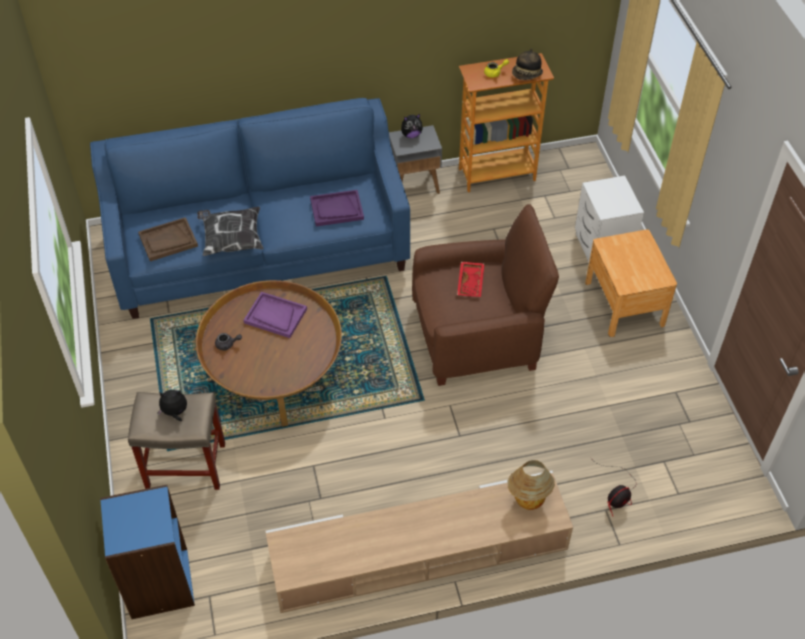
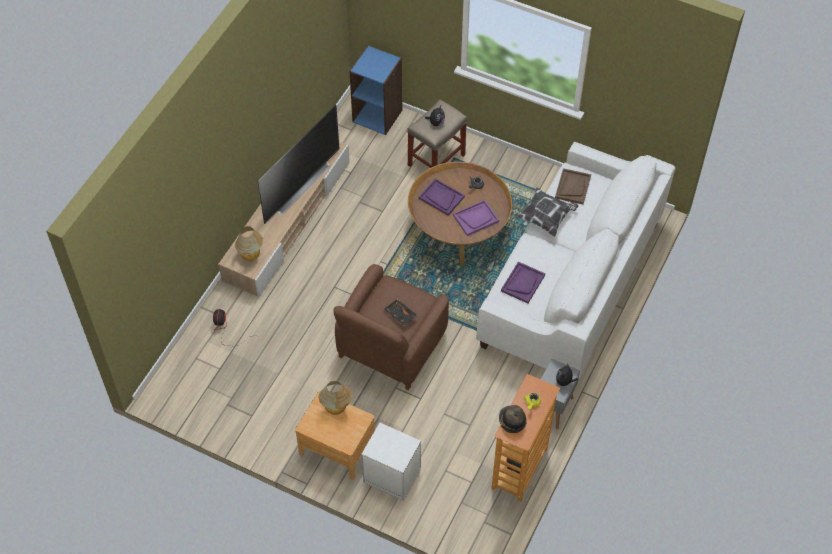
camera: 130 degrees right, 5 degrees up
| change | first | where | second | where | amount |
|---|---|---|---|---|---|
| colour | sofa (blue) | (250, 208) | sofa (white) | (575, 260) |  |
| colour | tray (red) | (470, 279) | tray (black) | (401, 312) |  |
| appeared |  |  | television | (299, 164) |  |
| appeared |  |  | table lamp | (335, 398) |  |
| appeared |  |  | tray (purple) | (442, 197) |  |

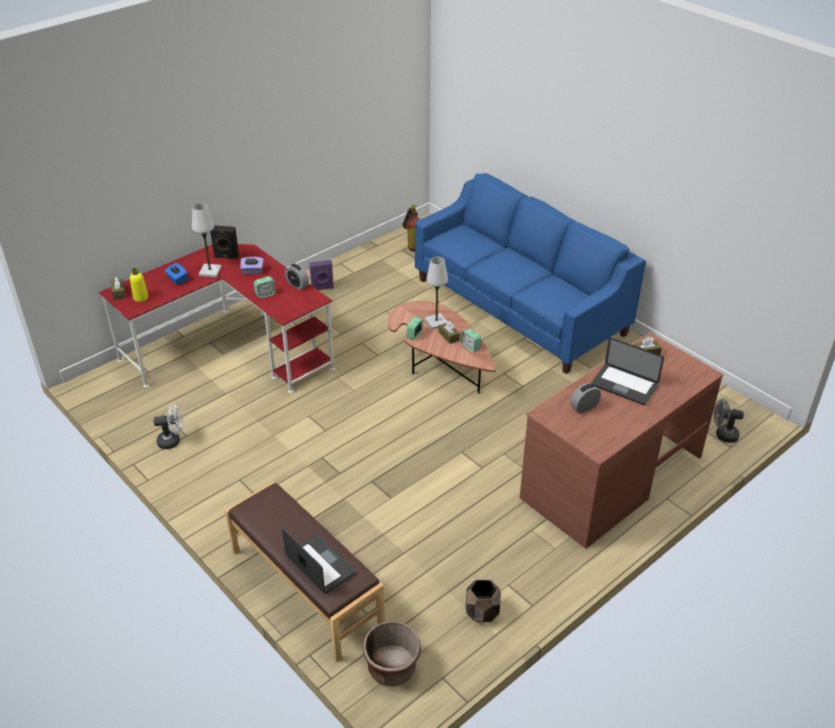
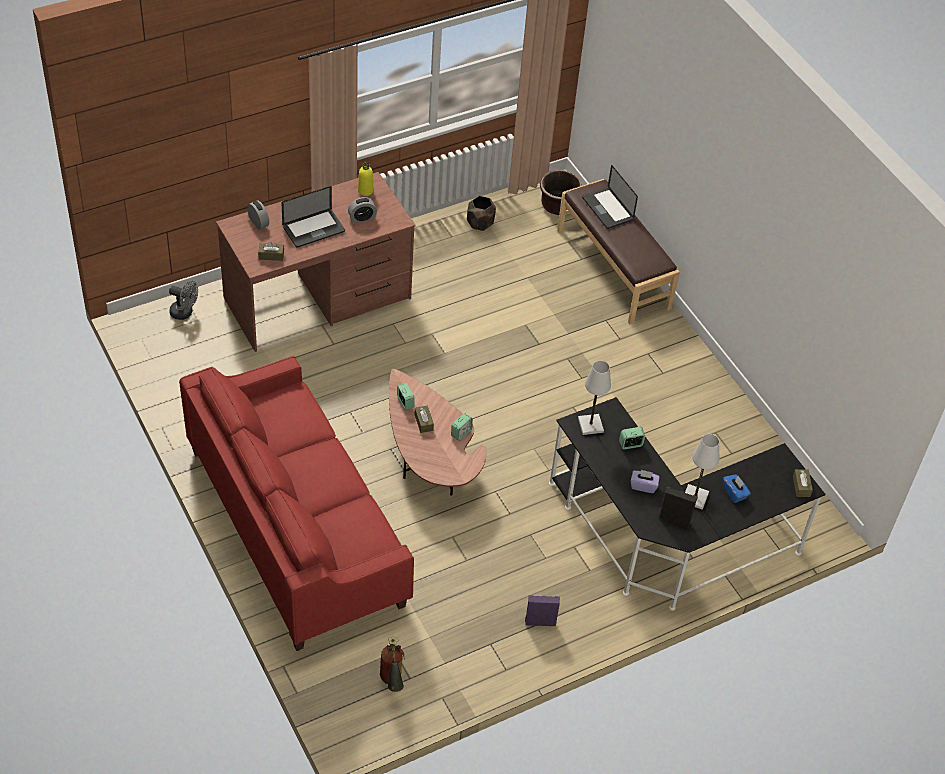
camera: 170 degrees left, 10 degrees up
| change | first | where | second | where | amount |
|---|---|---|---|---|---|
| colour | desk (red) | (217, 318) | desk (black) | (687, 504) |  |
| relocated | bottle (yellow) | (139, 285) |  | (365, 179) |  |
| missing | fan (white) | (168, 426) |  |  |  |
| relocated | alarm clock | (297, 277) |  | (258, 215) |  |
| colour | sofa (blue) | (530, 273) | sofa (red) | (296, 503) |  |
| relocated | table lamp (white) | (436, 293) |  | (594, 398) |  |
| spun | laptop | (627, 371) |  | (313, 217) | 105 degrees clockwise |

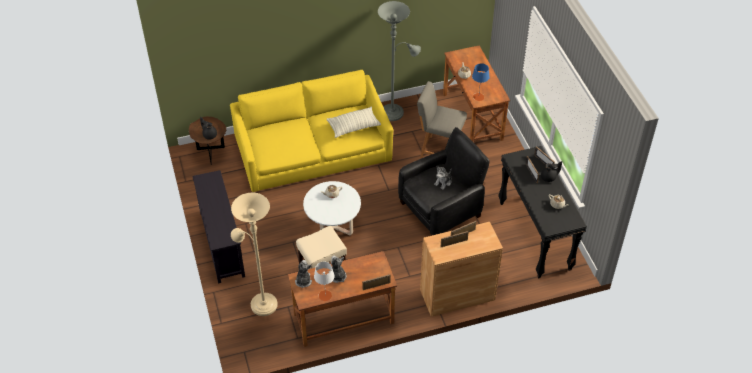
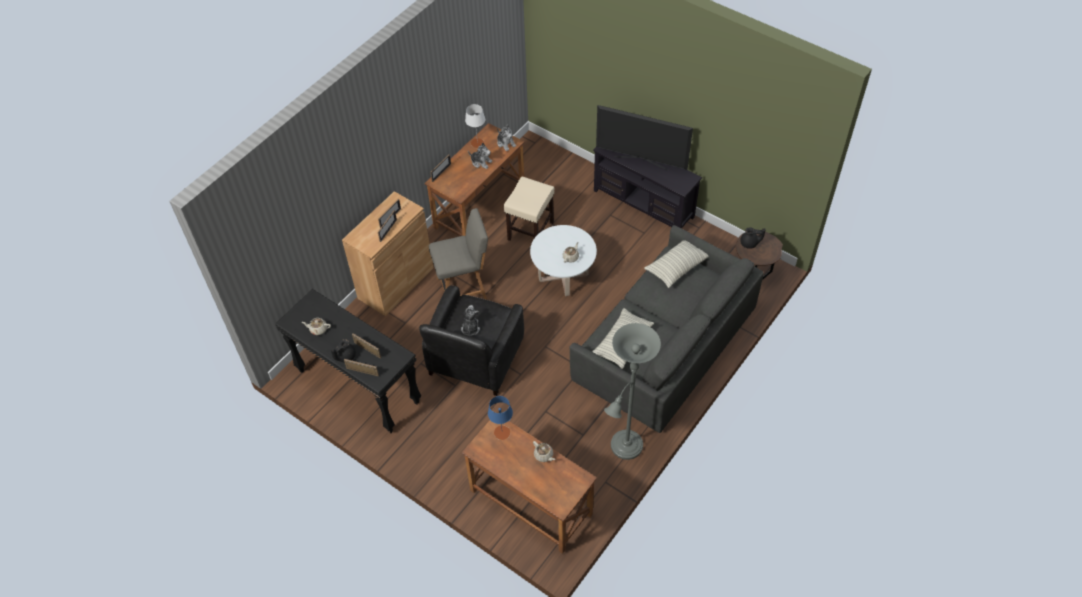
camera: 145 degrees right, 5 degrees up
| change | first | where | second | where | amount |
|---|---|---|---|---|---|
| colour | sofa (yellow) | (311, 131) | sofa (grey) | (666, 329) |  |
| missing | floor lamp (beige) | (254, 254) |  |  |  |
| relocated | chair (grey) | (442, 120) |  | (458, 254) |  |
| appeared |  |  | television | (644, 137) |  |
| appeared |  |  | pillow | (676, 264) |  |

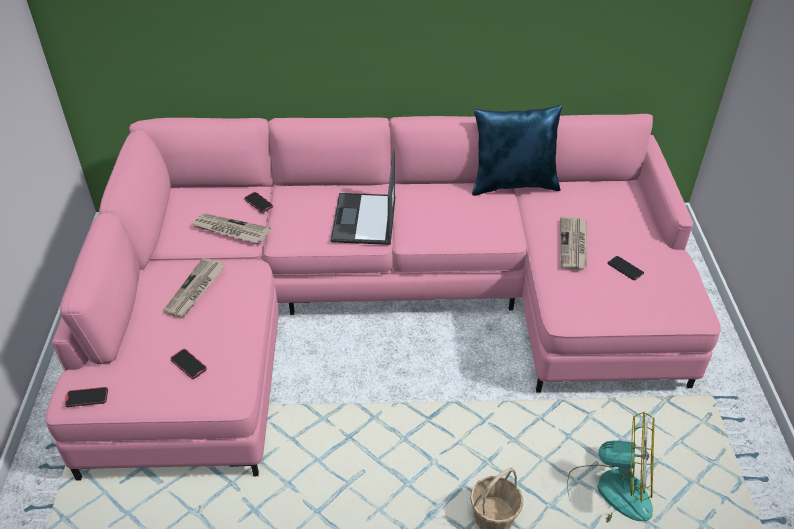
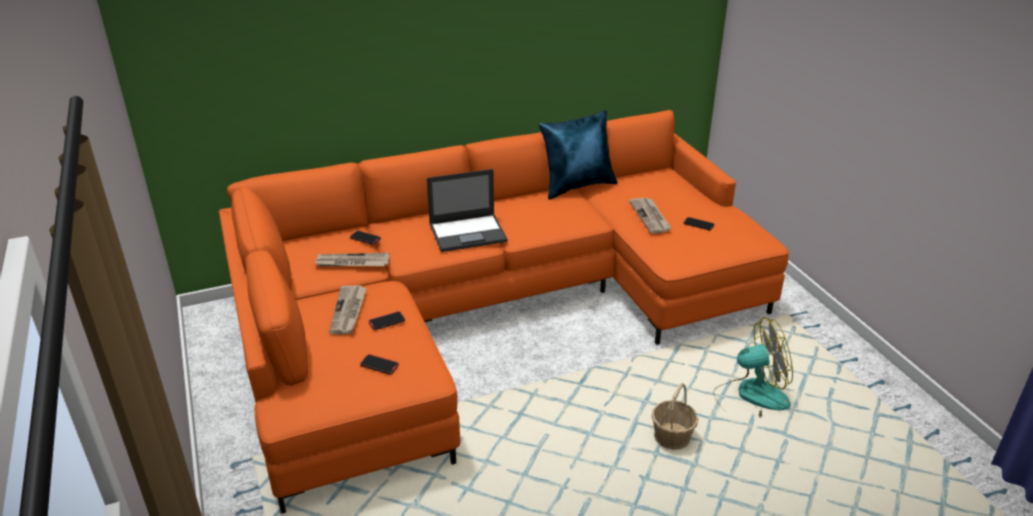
camera: 20 degrees left, 10 degrees down
| change | first | where | second | where | amount |
|---|---|---|---|---|---|
| colour | sofa (pink) | (383, 297) | sofa (orange) | (504, 312) |  |
| relocated | phone | (86, 397) |  | (387, 320) |  |
| spun | laptop | (362, 197) |  | (467, 210) | 90 degrees counterclockwise |

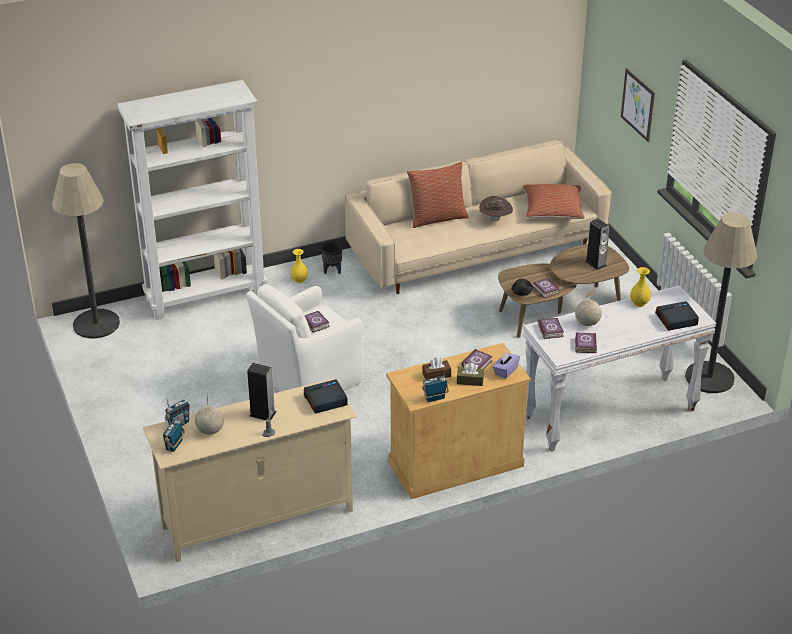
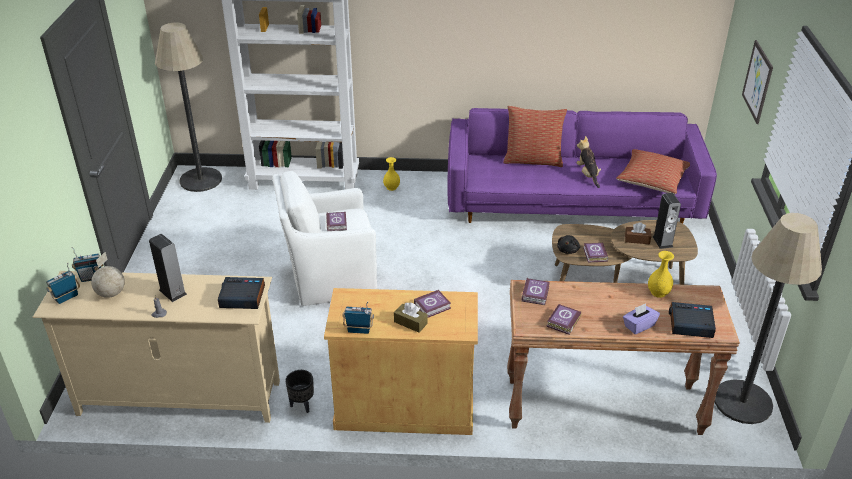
camera: 25 degrees right, 0 degrees up
| change | first | where | second | where | amount |
|---|---|---|---|---|---|
| relocated | planter (black) | (331, 258) |  | (299, 391) |  |
| colour | sofa (beige) | (478, 217) | sofa (purple) | (582, 166) |  |
| relocated | tissue box (brown) | (436, 368) |  | (638, 233) |  |
| exchanged | hat (brown) | (496, 208) | plush toy | (589, 162) |  |
| relocated | tissue box (purple) | (506, 364) |  | (641, 318) |  |
| colour | console table (white) | (619, 368) | console table (brown) | (623, 357) |  |
| missing | globe | (588, 307) |  |  |  |

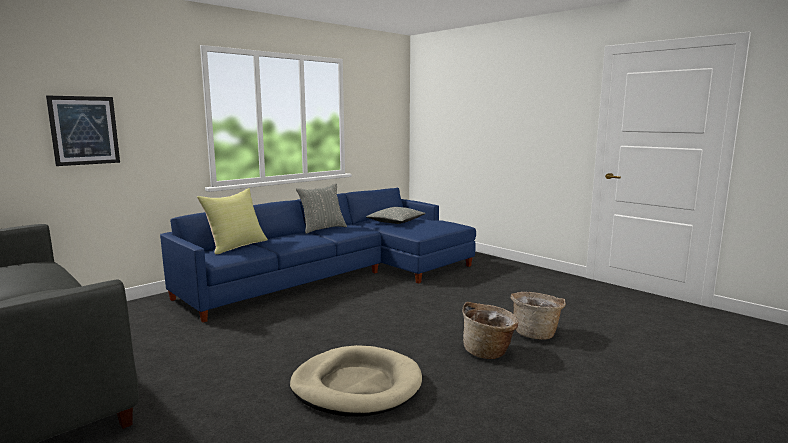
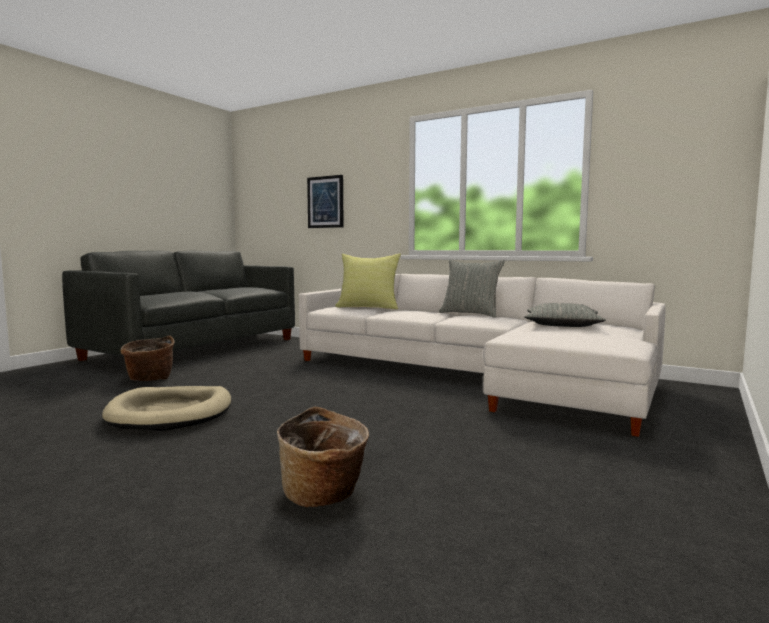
camera: 75 degrees right, 5 degrees down
| change | first | where | second | where | amount |
|---|---|---|---|---|---|
| colour | sofa (blue) | (318, 255) | sofa (white) | (482, 355) |  |
| relocated | basket | (490, 330) |  | (147, 358) |  |

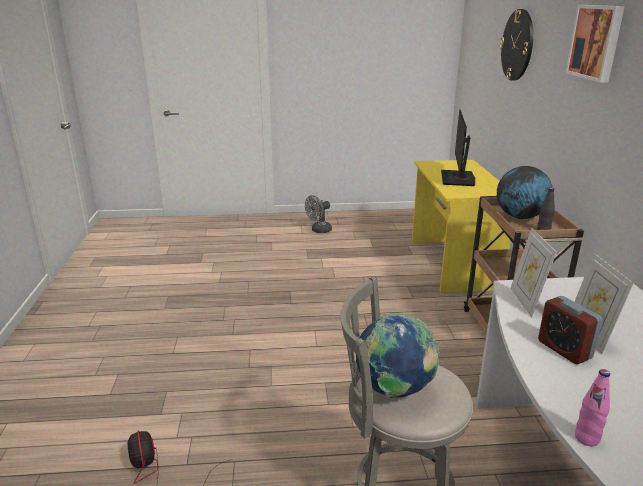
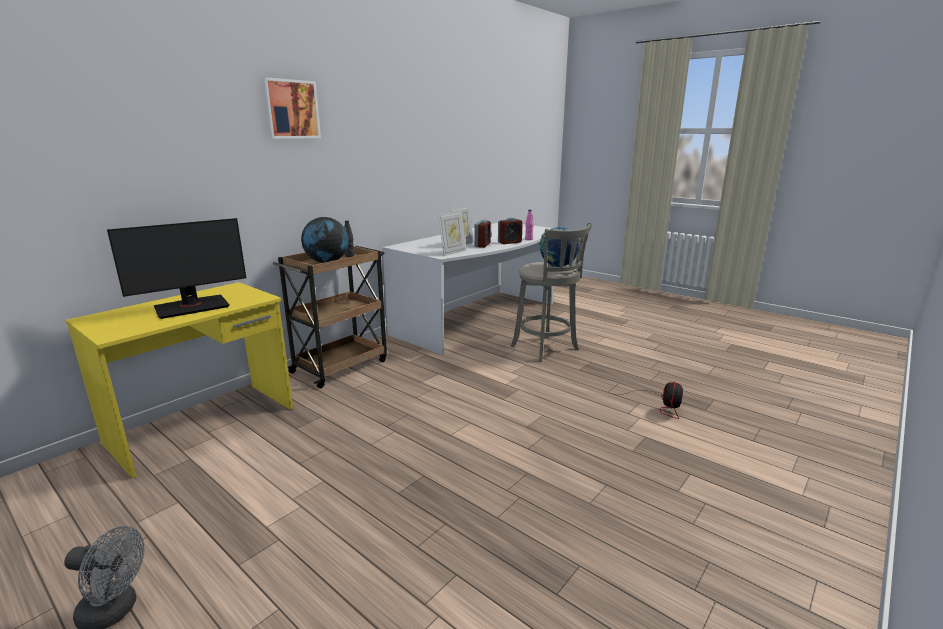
camera: 135 degrees left, 5 degrees down
| change | first | where | second | where | amount |
|---|---|---|---|---|---|
| missing | wall clock | (516, 45) |  |  |  |
| appeared |  |  | alarm clock | (510, 231) |  |

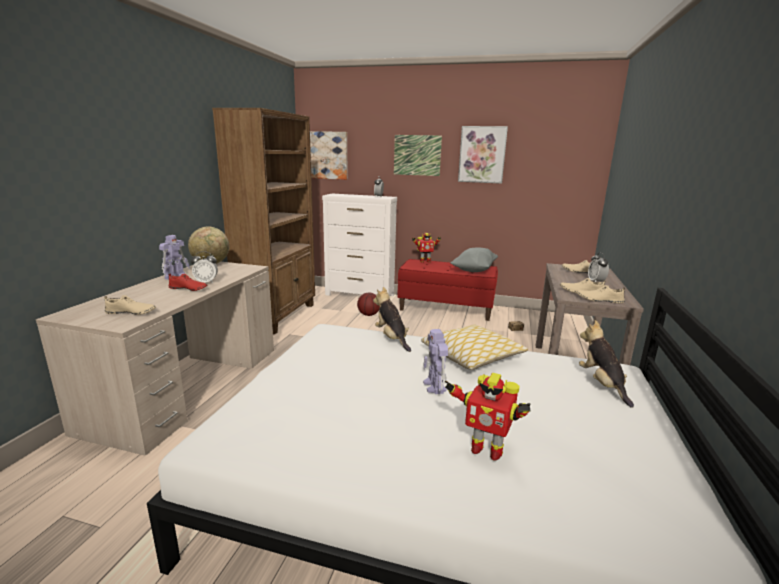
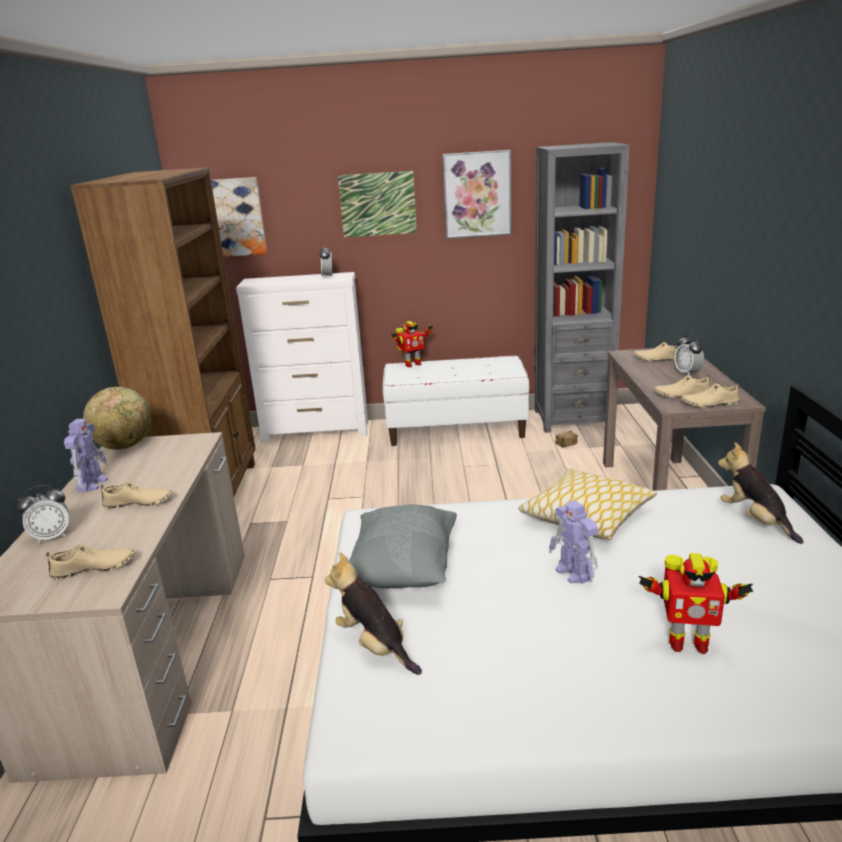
camera: 15 degrees left, 5 degrees up
| change | first | where | second | where | amount |
|---|---|---|---|---|---|
| colour | shoe (red) | (188, 282) | shoe (beige) | (136, 495) |  |
| relocated | alarm clock | (204, 267) |  | (43, 514) |  |
| missing | basketball | (368, 304) |  |  |  |
| relocated | plush toy | (392, 319) |  | (373, 613) |  |
| colour | bench (red) | (448, 290) | bench (white) | (455, 401) |  |
| relocated | pillow (grey) | (474, 260) |  | (403, 546) |  |
| appeared |  |  | bookcase (grey) | (582, 287) |  |

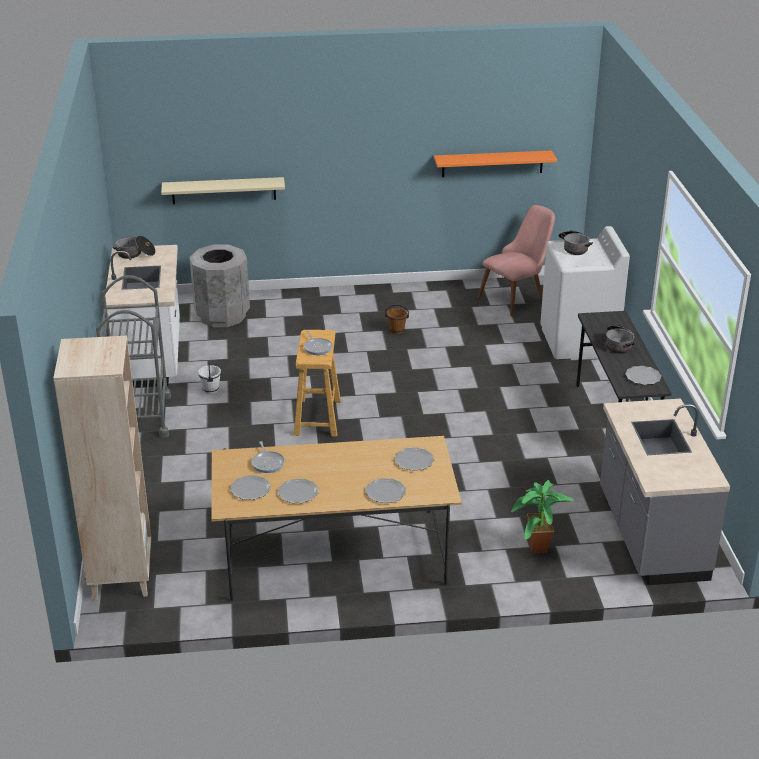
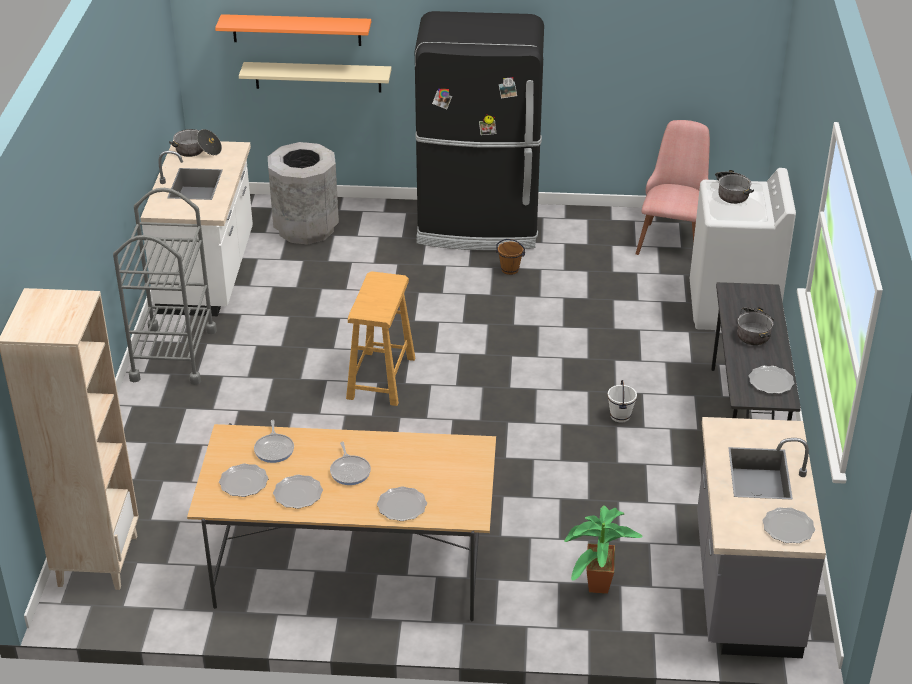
camera: 10 degrees right, 5 degrees up
| change | first | where | second | where | amount |
|---|---|---|---|---|---|
| relocated | bucket (white) | (209, 377) |  | (622, 401) |  |
| relocated | frying pan | (318, 343) |  | (350, 463) |  |
| relocated | plate | (414, 459) |  | (788, 525) |  |
| relocated | shelf (orange) | (495, 163) |  | (293, 30) |  |
| spun | chair (pink) | (516, 260) |  | (673, 187) | 45 degrees counterclockwise |
| appeared |  |  | fridge (black) | (479, 130) |  |

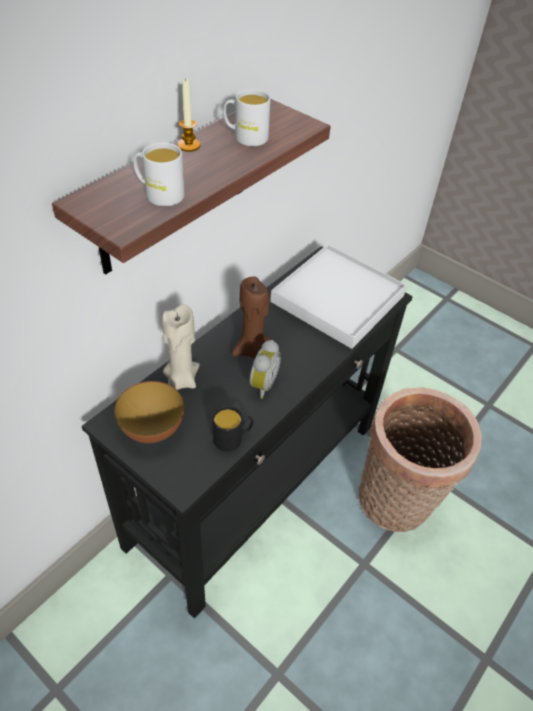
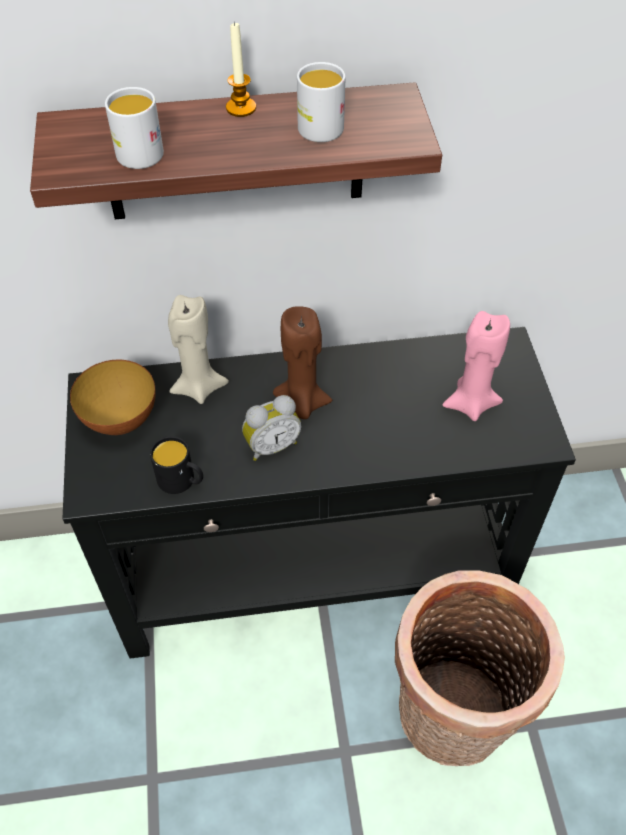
camera: 45 degrees right, 5 degrees up
| change | first | where | second | where | amount |
|---|---|---|---|---|---|
| exchanged | tray (white) | (338, 296) | candle (pink) | (476, 366) |  |

